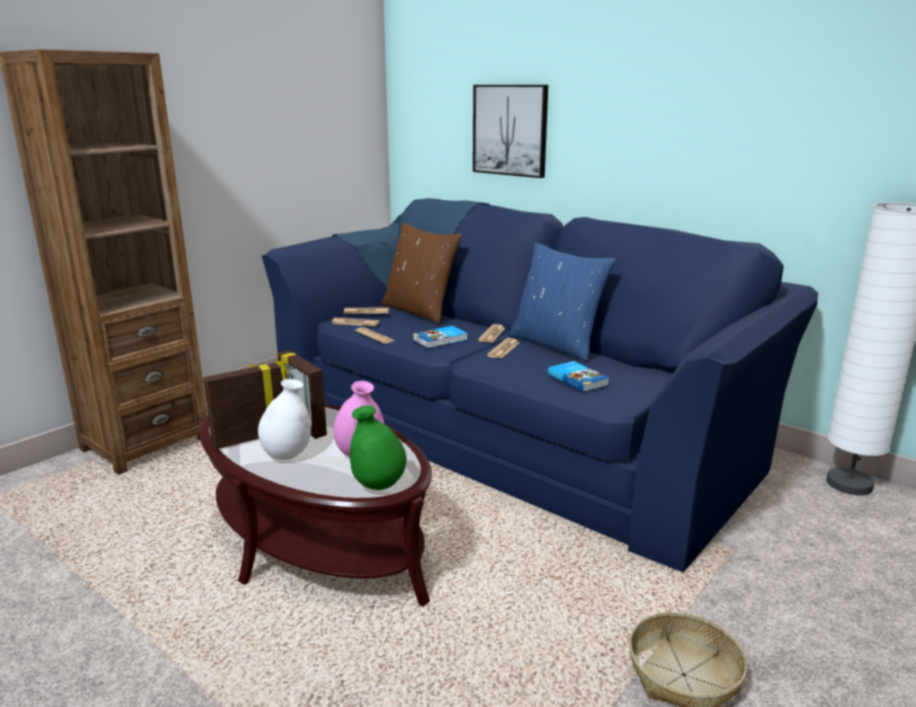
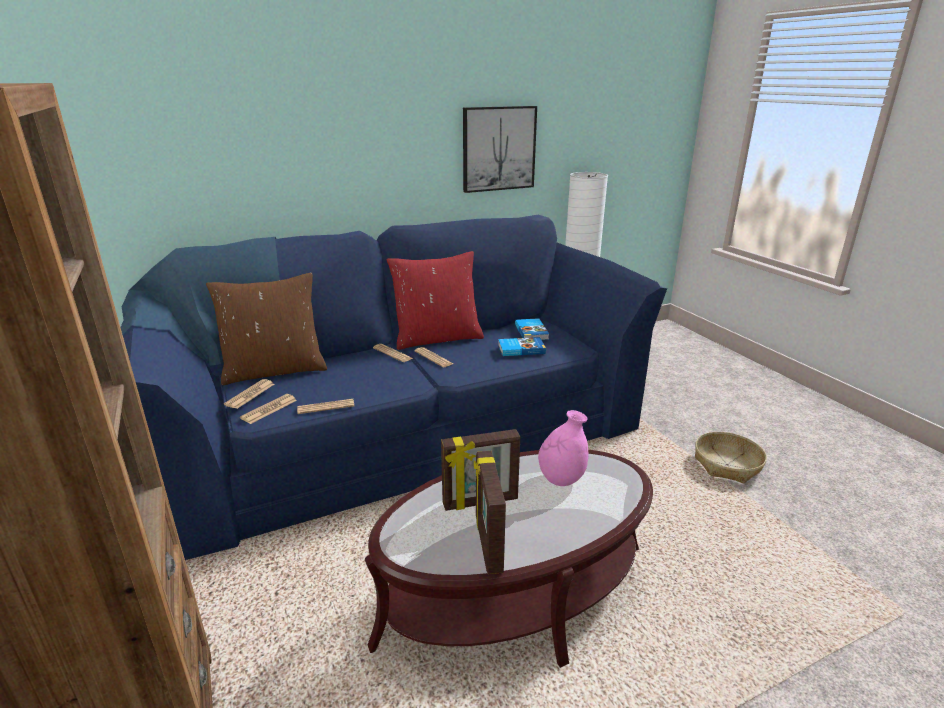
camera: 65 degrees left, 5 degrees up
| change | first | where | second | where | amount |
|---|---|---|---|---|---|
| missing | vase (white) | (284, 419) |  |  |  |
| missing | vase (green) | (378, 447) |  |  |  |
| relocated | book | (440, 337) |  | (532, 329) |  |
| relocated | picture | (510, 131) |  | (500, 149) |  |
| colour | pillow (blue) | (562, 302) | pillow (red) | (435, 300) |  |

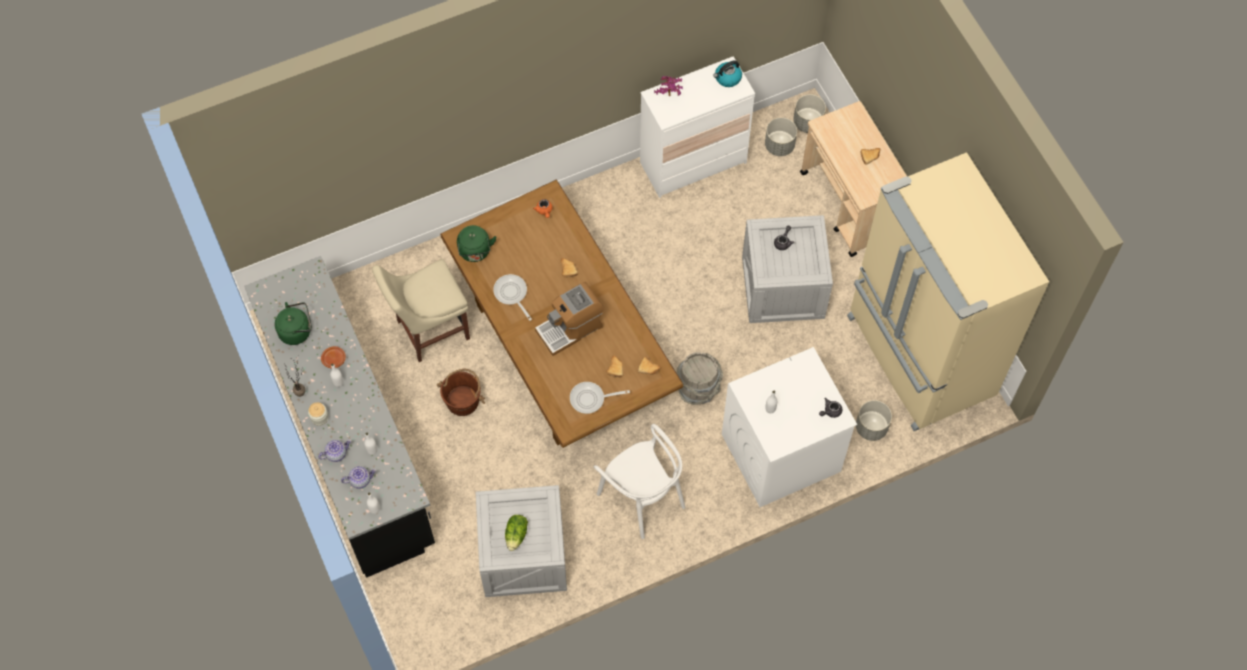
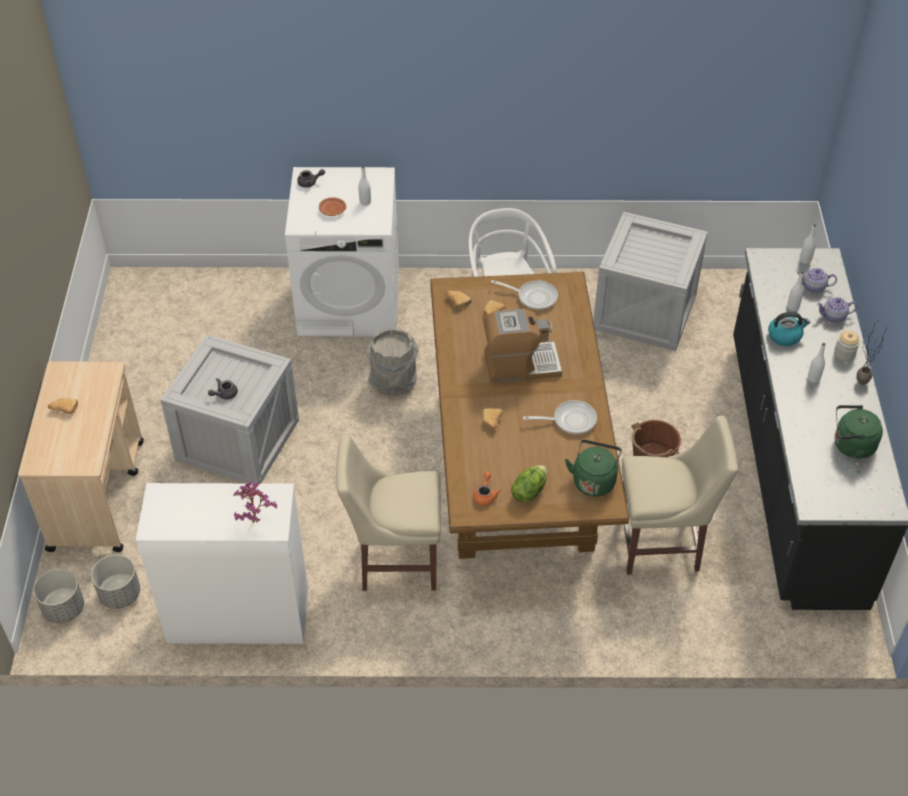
camera: 155 degrees left, 15 degrees down
| change | first | where | second | where | amount |
|---|---|---|---|---|---|
| relocated | plate (brown) | (333, 357) |  | (332, 206) |  |
| spun | frying pan | (512, 297) |  | (560, 417) | 90 degrees counterclockwise |
| relocated | lettuce | (516, 533) |  | (529, 483) |  |
| relocated | kettle | (727, 74) |  | (789, 329) |  |
| missing | fridge (beige) | (948, 291) |  |  |  |
| missing | planter (grey) | (874, 420) |  |  |  |
| appeared |  |  | chair (beige) | (388, 513) |  |

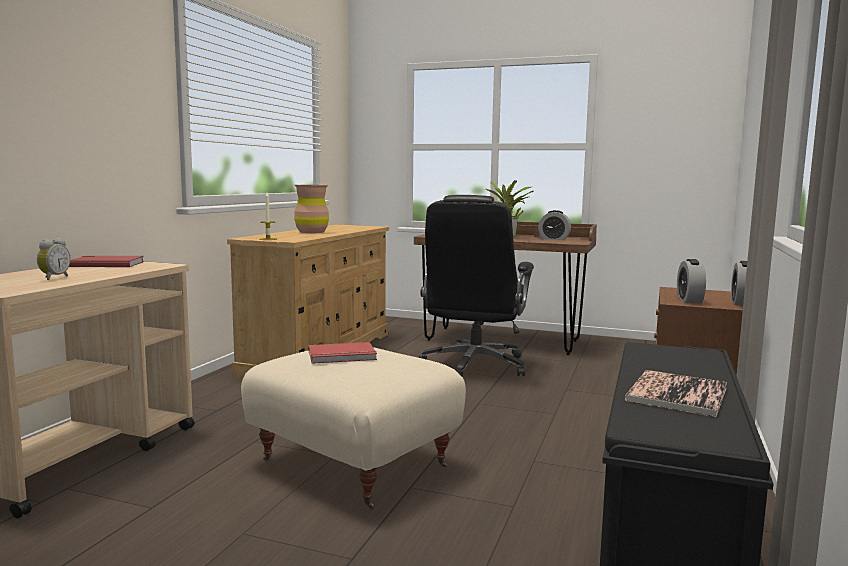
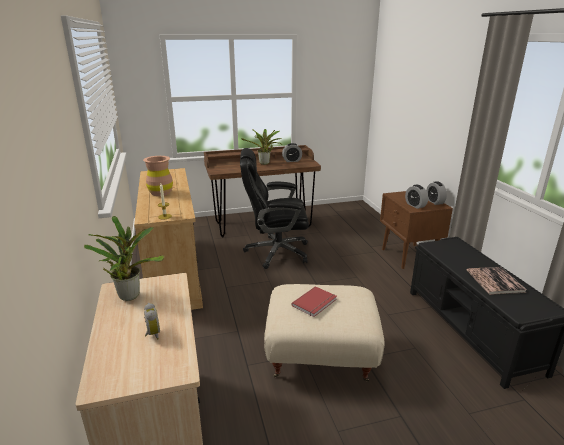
camera: 35 degrees left, 15 degrees up
| change | first | where | second | where | amount |
|---|---|---|---|---|---|
| exchanged | book (red) | (106, 261) | potted plant | (124, 258) |  |
| spun | office chair (black) | (476, 285) |  | (274, 208) | 105 degrees clockwise |

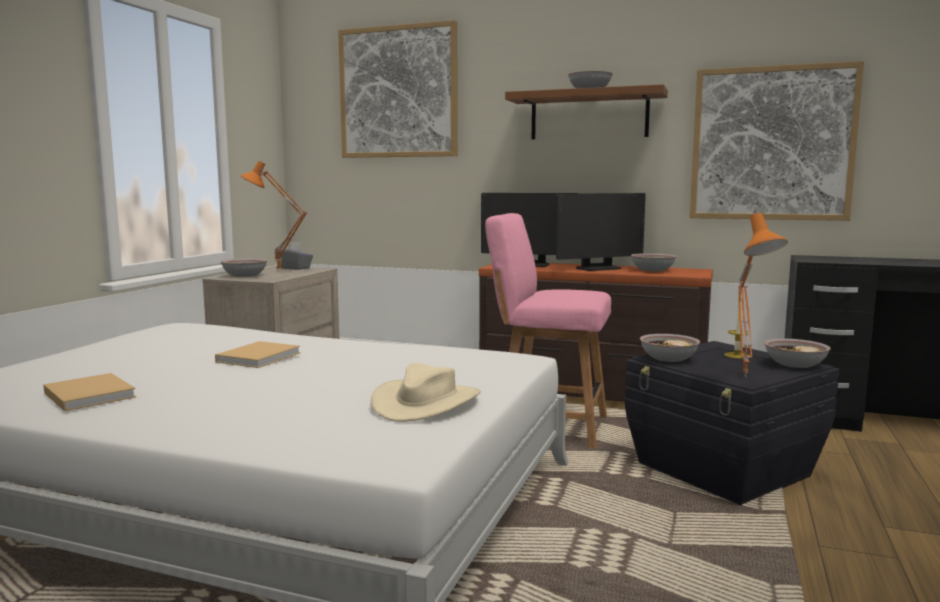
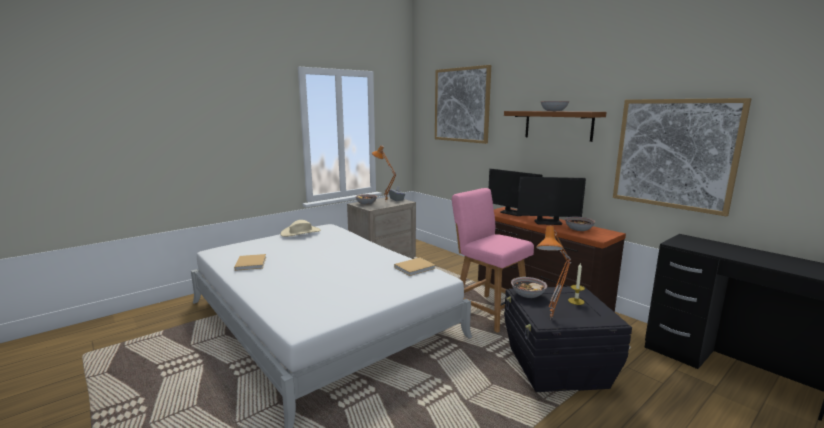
camera: 30 degrees right, 5 degrees up
| change | first | where | second | where | amount |
|---|---|---|---|---|---|
| relocated | book (beige) | (258, 354) |  | (415, 266) |  |
| relocated | hat (beige) | (426, 392) |  | (301, 228) |  |
| missing | bowl | (797, 353) |  |  |  |

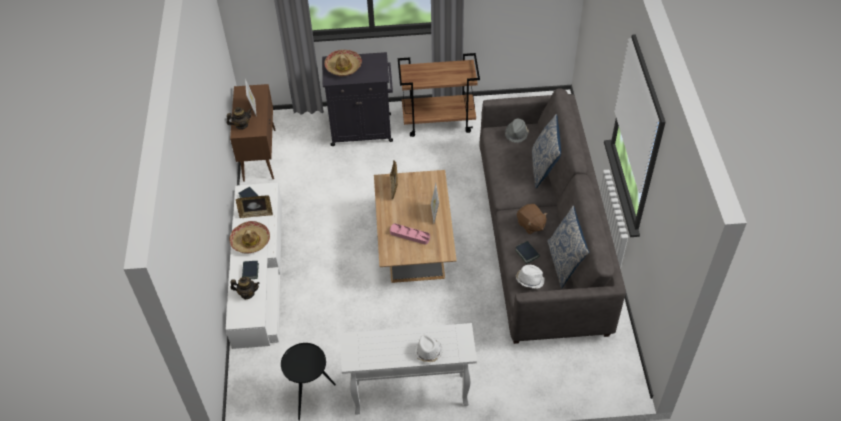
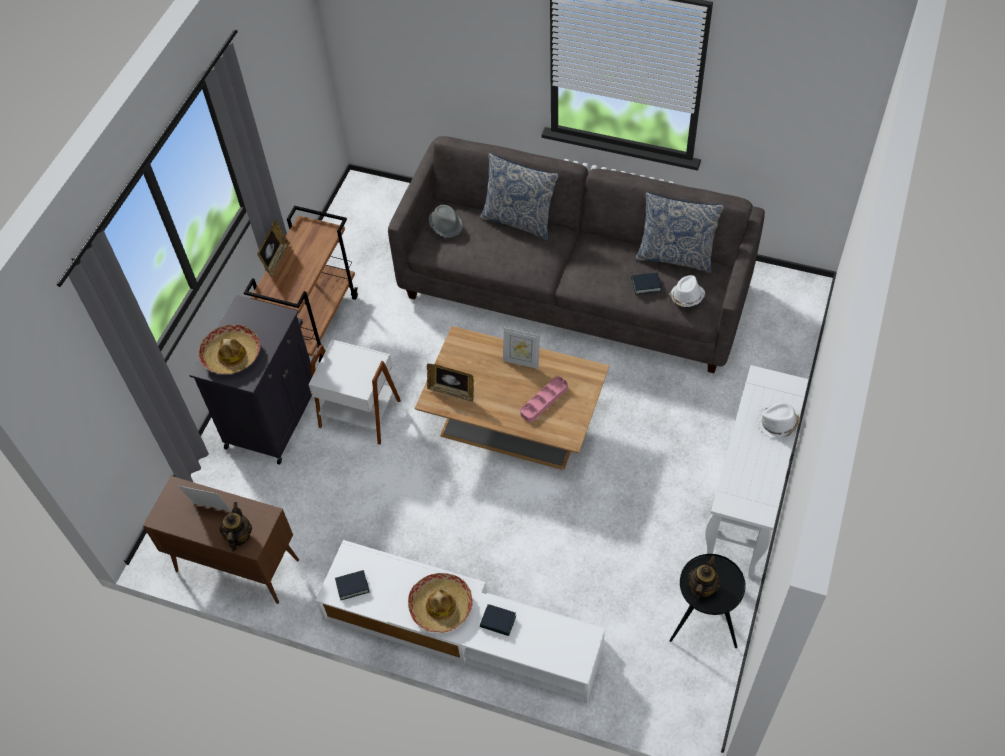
camera: 65 degrees left, 5 degrees up
| change | first | where | second | where | amount |
|---|---|---|---|---|---|
| relocated | teapot | (245, 288) |  | (704, 579) |  |
| relocated | picture frame | (254, 206) |  | (273, 248) |  |
| missing | plush toy (brown) | (532, 219) |  |  |  |
| appeared |  |  | side table (white) | (354, 392) |  |

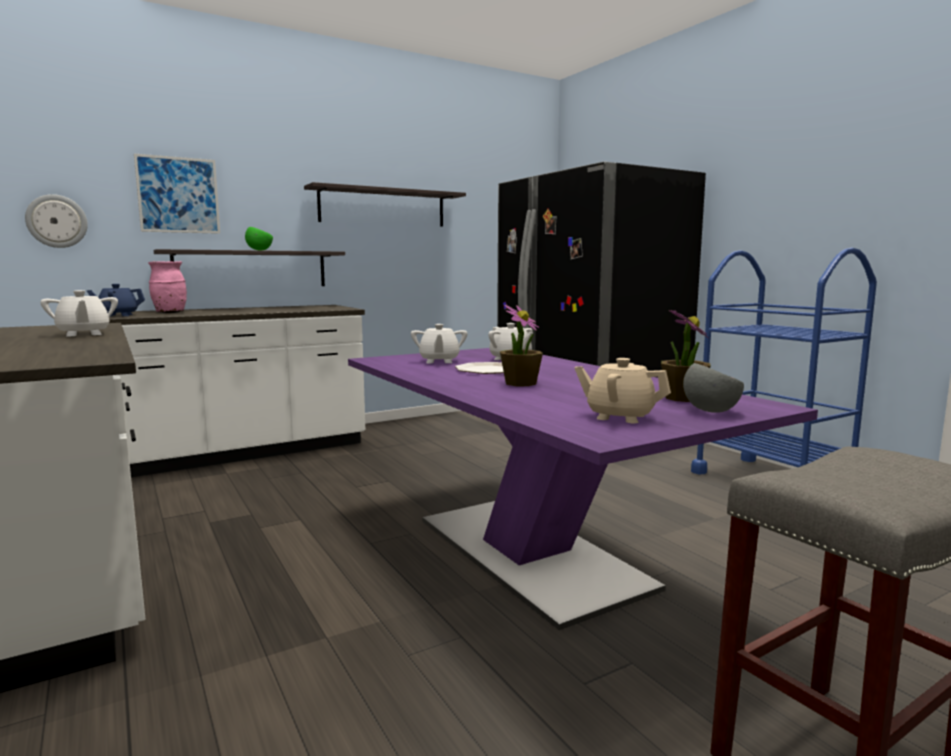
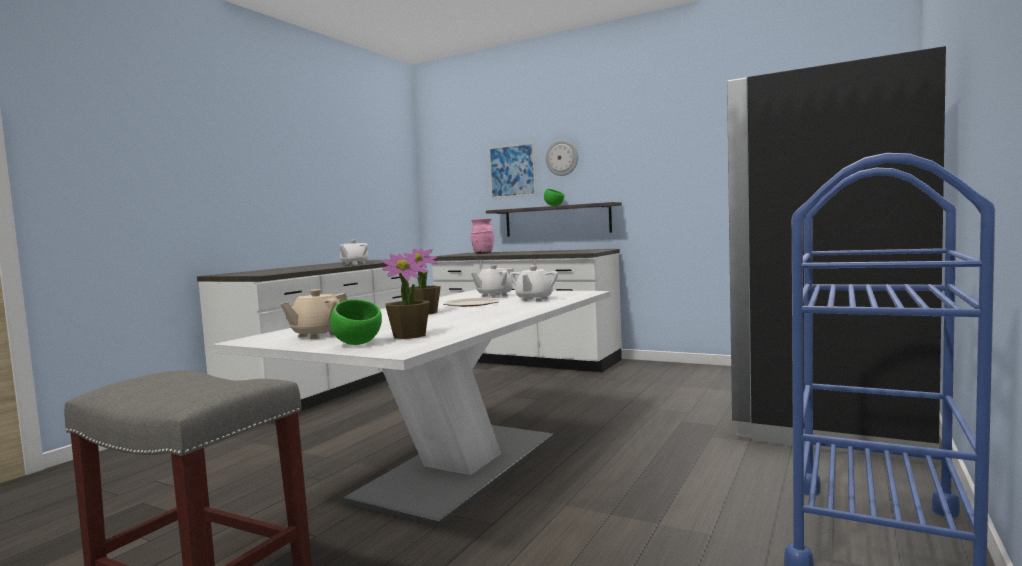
camera: 60 degrees right, 5 degrees down
| change | first | where | second | where | amount |
|---|---|---|---|---|---|
| relocated | wall clock | (56, 221) |  | (562, 158) |  |
| missing | teapot (blue) | (116, 300) |  |  |  |
| missing | shelf | (385, 204) |  |  |  |
| colour | dining table (purple) | (583, 489) | dining table (white) | (412, 408) |  |
| spun | teapot (beige) | (623, 390) |  | (314, 314) | 135 degrees counterclockwise |
| colour | bowl (grey) | (713, 388) | bowl (green) | (356, 322) |  |

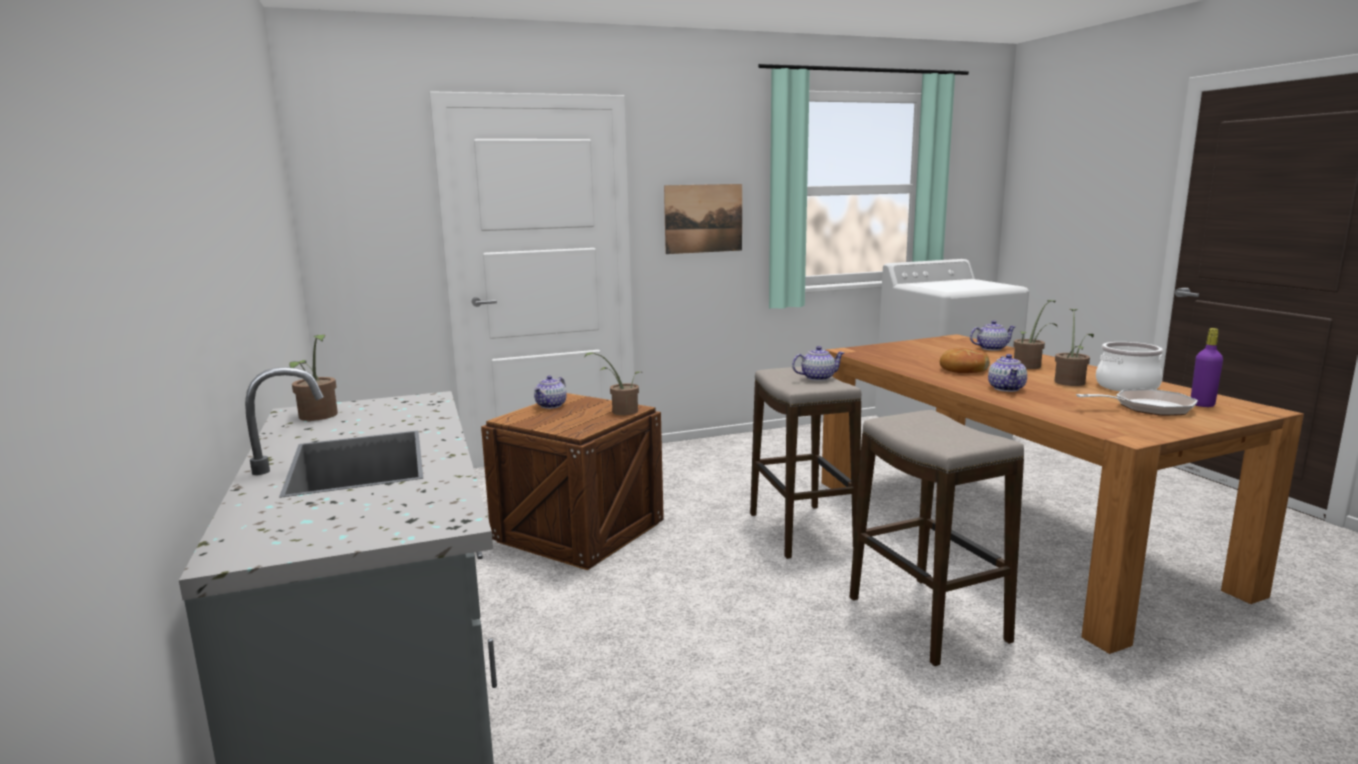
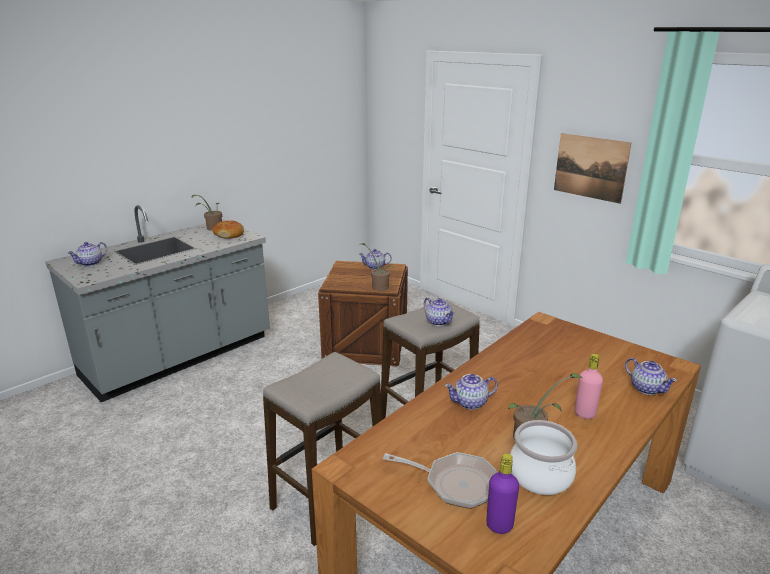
camera: 65 degrees right, 10 degrees up
| change | first | where | second | where | amount |
|---|---|---|---|---|---|
| relocated | bread | (965, 360) |  | (228, 230) |  |
| exchanged | potted plant | (1035, 334) | bottle (pink) | (589, 386) |  |
| spun | frying pan | (1137, 402) |  | (440, 480) | 45 degrees counterclockwise |
| appeared |  |  | teapot | (87, 254) |  |

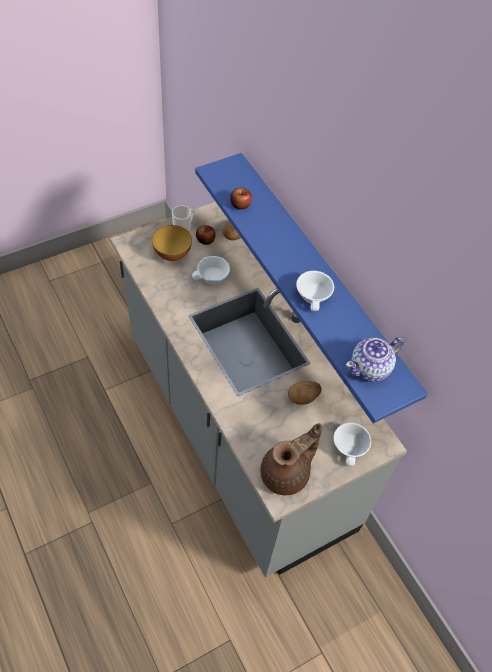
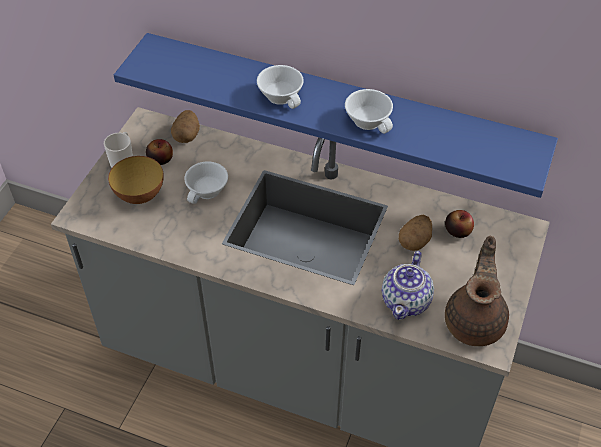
camera: 35 degrees left, 5 degrees down
| change | first | where | second | where | amount |
|---|---|---|---|---|---|
| relocated | apple | (241, 199) |  | (459, 224) |  |
| relocated | cup (white) | (352, 444) |  | (280, 87) |  |
| relocated | teapot | (375, 359) |  | (408, 285) |  |

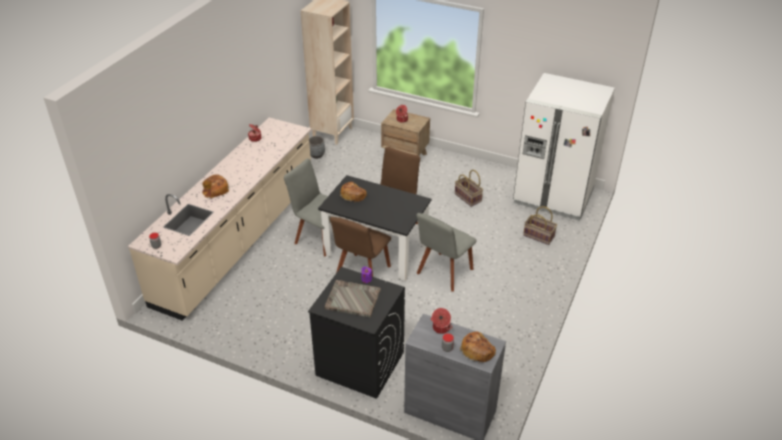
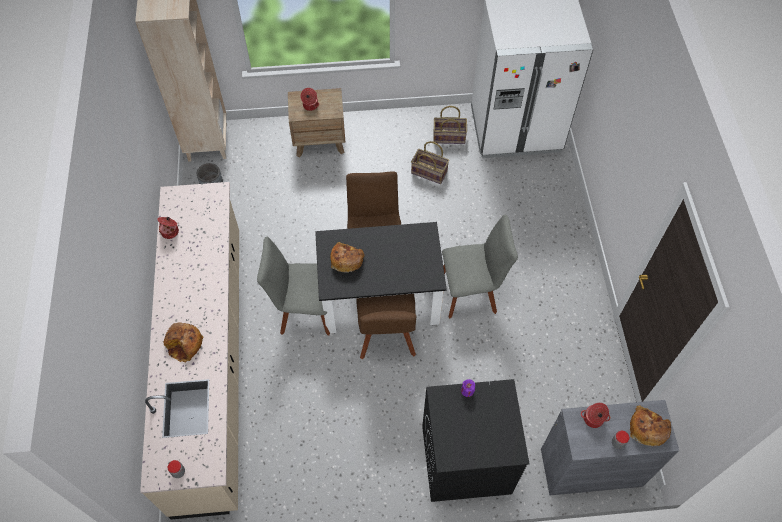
camera: 30 degrees left, 20 degrees up
| change | first | where | second | where | amount |
|---|---|---|---|---|---|
| missing | tray (grey) | (353, 298) |  |  |  |
| spun | chair (grey) | (446, 252) |  | (480, 267) | 105 degrees counterclockwise |
| relocated | basket | (540, 225) |  | (450, 125) |  |

